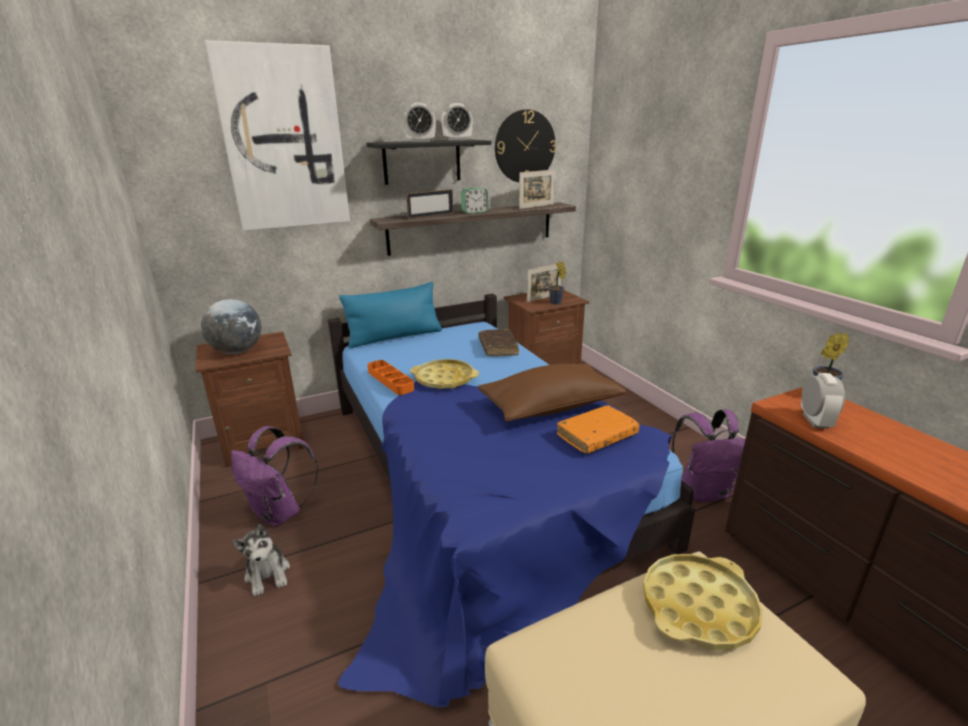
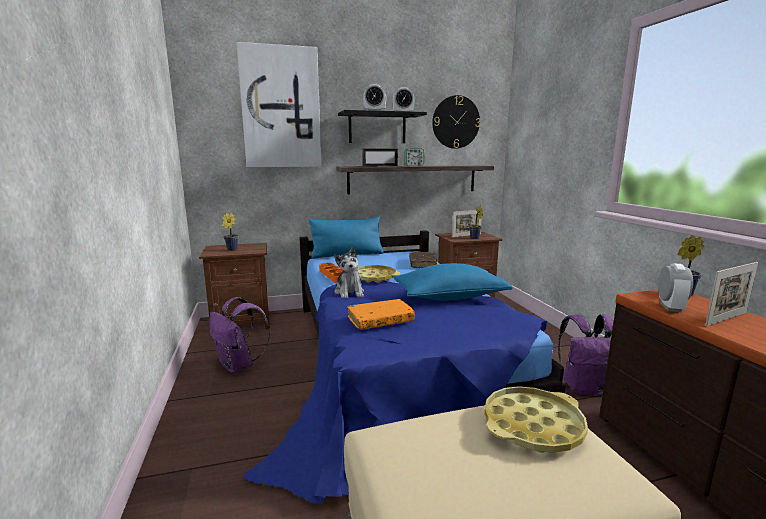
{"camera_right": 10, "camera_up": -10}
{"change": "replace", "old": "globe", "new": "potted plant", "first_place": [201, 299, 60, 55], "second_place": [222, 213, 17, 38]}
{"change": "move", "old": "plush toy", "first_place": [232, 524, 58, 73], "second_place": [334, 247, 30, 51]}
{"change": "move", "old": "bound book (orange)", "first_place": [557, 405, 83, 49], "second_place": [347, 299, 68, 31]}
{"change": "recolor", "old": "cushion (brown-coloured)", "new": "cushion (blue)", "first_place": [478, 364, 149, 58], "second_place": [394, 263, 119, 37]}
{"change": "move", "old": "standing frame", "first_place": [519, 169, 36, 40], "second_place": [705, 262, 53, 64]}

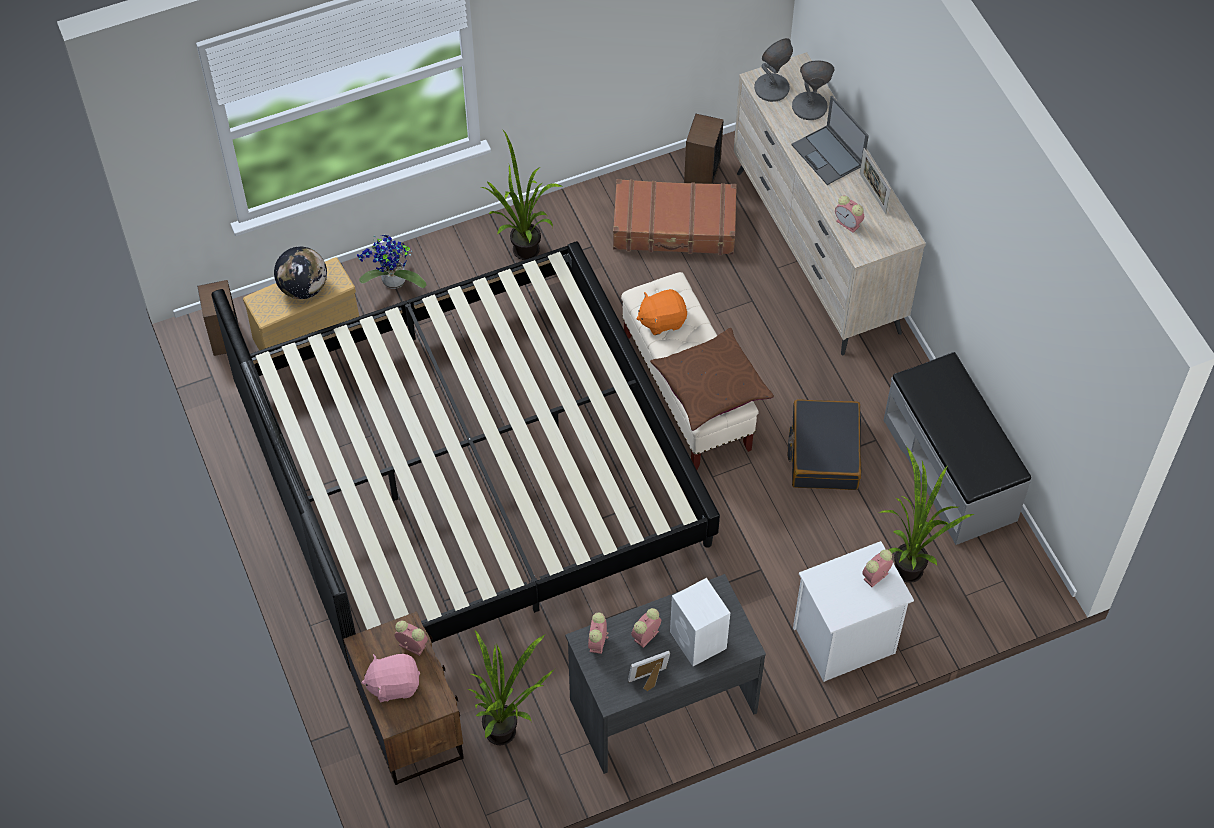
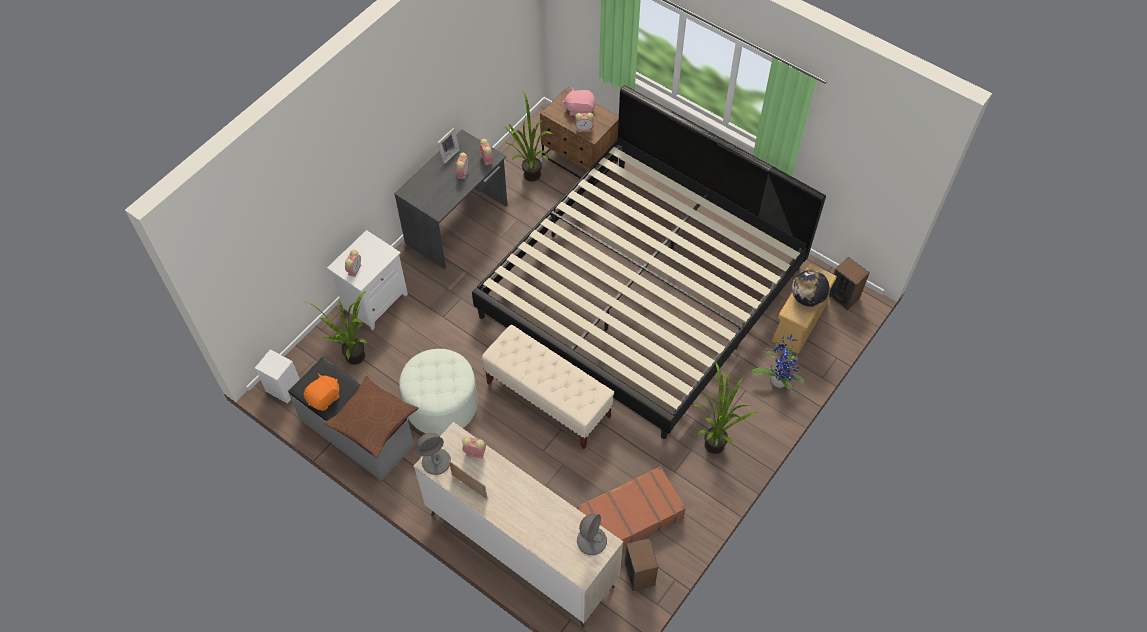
{"camera_right": 150, "camera_up": 0}
{"change": "move", "old": "speaker (white-coloured)", "first_place": [670, 578, 60, 88], "second_place": [255, 349, 45, 55]}
{"change": "move", "old": "plush toy (orange)", "first_place": [636, 289, 51, 46], "second_place": [304, 373, 35, 38]}
{"change": "move", "old": "cushion (brown-coloured)", "first_place": [650, 328, 124, 103], "second_place": [324, 376, 95, 82]}
{"change": "replace", "old": "travel case (blackish)", "new": "ottoman (white-coloured)", "first_place": [788, 399, 74, 91], "second_place": [399, 349, 79, 87]}
{"change": "move", "old": "lamp for a table (grey)", "first_place": [792, 60, 42, 60], "second_place": [417, 433, 34, 42]}
{"change": "rotate", "old": "plush toy (pink)", "first_place": [362, 654, 58, 48], "second_place": [563, 87, 33, 29], "degrees": -135}
{"change": "delete", "old": "laptop", "first_place": [791, 96, 78, 89]}

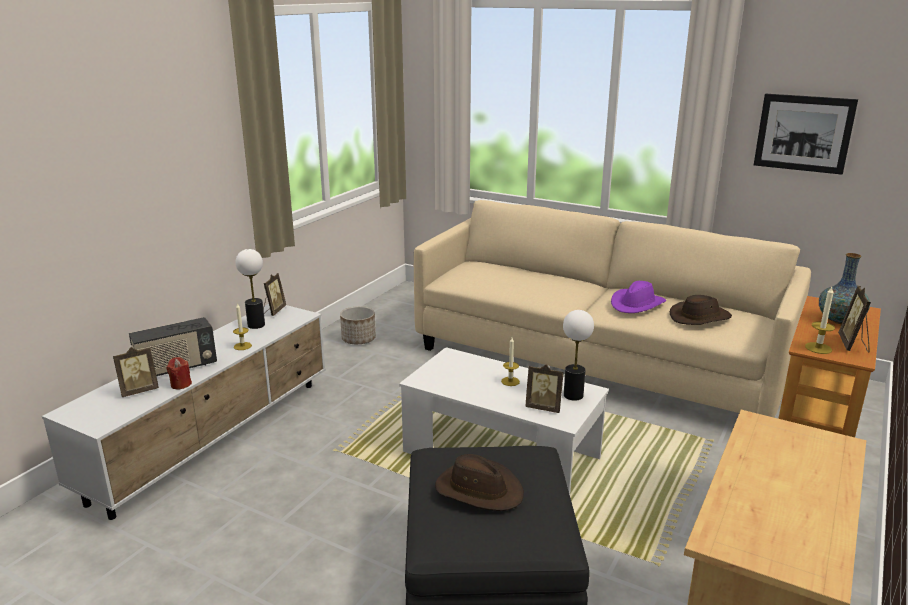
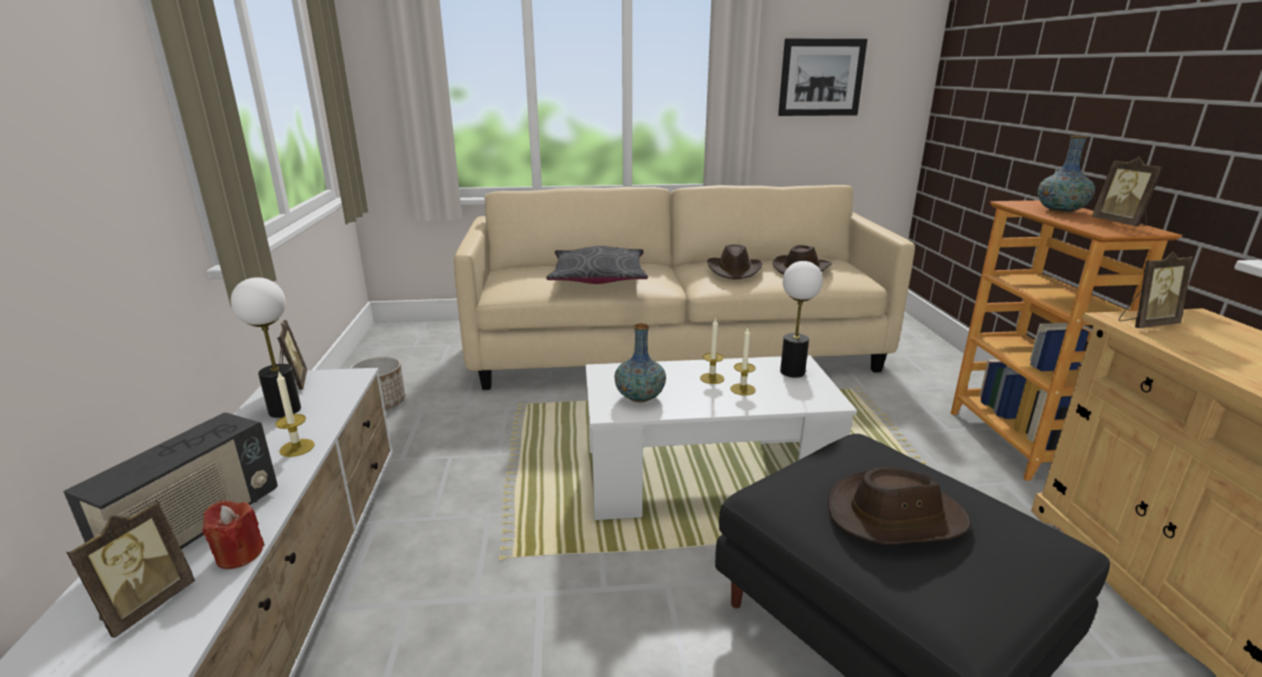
{"camera_right": -35, "camera_up": 0}
{"change": "insert", "new": "cushion (grey)", "second_place": [546, 246, 102, 38]}
{"change": "insert", "new": "decorative vase", "second_place": [614, 323, 52, 79]}
{"change": "recolor", "old": "wearable hat (purplish)", "new": "wearable hat (brown-coloured)", "first_place": [611, 281, 55, 32], "second_place": [707, 244, 56, 35]}
{"change": "move", "old": "wax candle", "first_place": [805, 287, 30, 67], "second_place": [730, 328, 26, 68]}
{"change": "move", "old": "standing frame", "first_place": [525, 365, 39, 48], "second_place": [1119, 251, 74, 77]}

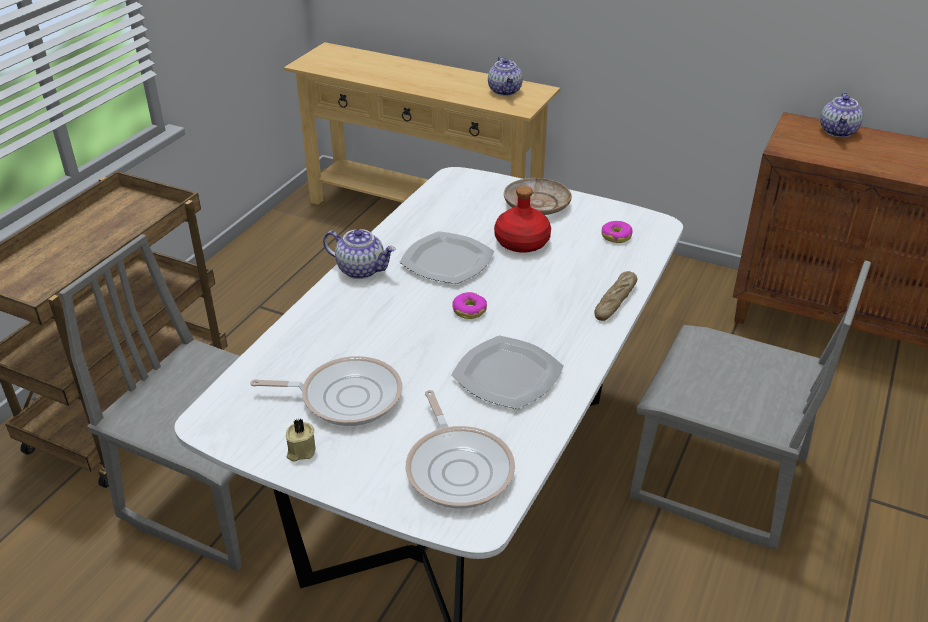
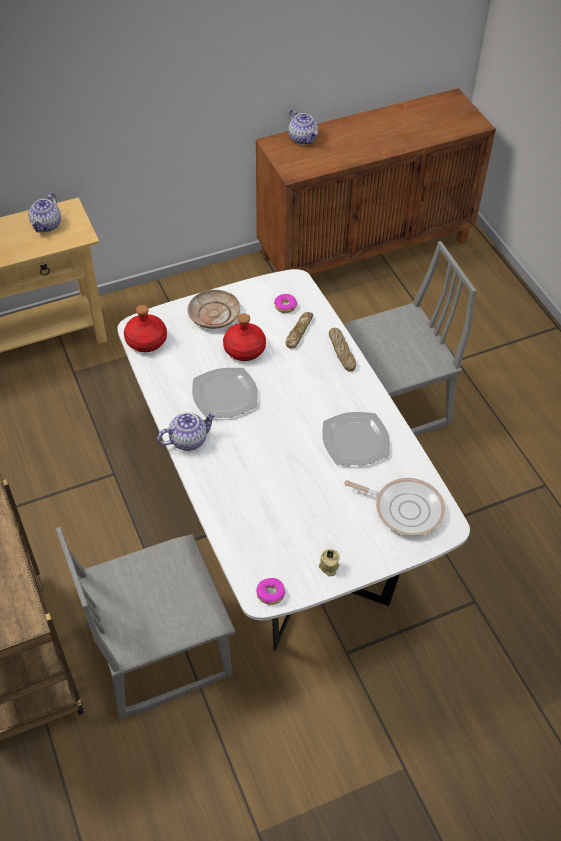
{"camera_right": -50, "camera_up": 15}
{"change": "rotate", "old": "teapot", "first_place": [488, 56, 35, 40], "second_place": [29, 192, 32, 41], "degrees": 75}
{"change": "insert", "new": "bottle (red-coloured)", "second_place": [124, 305, 43, 47]}
{"change": "move", "old": "ring doughnut", "first_place": [452, 292, 35, 27], "second_place": [256, 578, 29, 27]}
{"change": "insert", "new": "bakery bread", "second_place": [285, 312, 28, 37]}
{"change": "delete", "old": "frying pan", "first_place": [250, 356, 152, 70]}

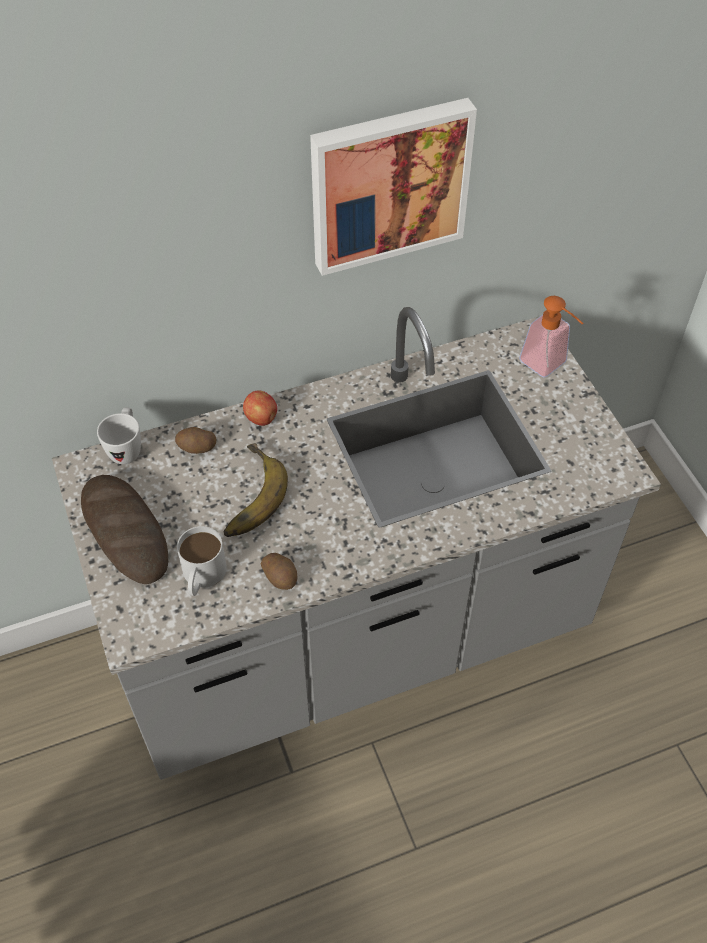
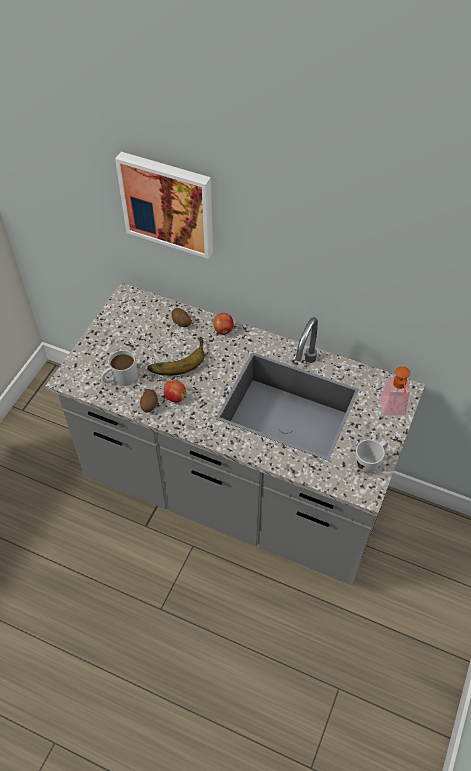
{"camera_right": 45, "camera_up": 0}
{"change": "move", "old": "wall picture", "first_place": [310, 98, 167, 178], "second_place": [115, 152, 98, 107]}
{"change": "insert", "new": "apple", "second_place": [164, 380, 22, 22]}
{"change": "move", "old": "tea mug (white-coloured)", "first_place": [97, 407, 44, 57], "second_place": [355, 439, 33, 34]}
{"change": "delete", "old": "bakery bread", "first_place": [81, 475, 87, 109]}

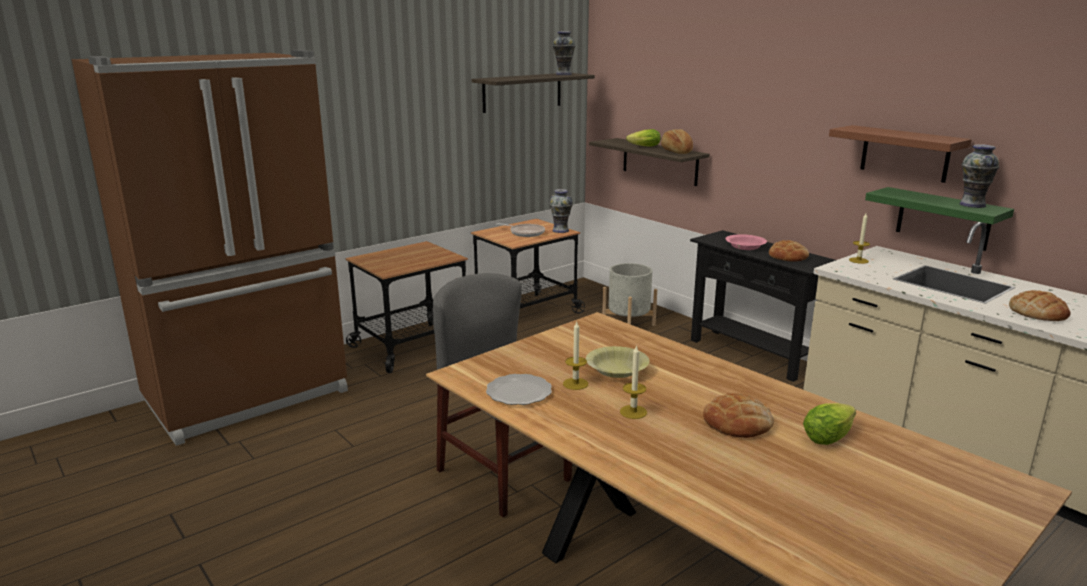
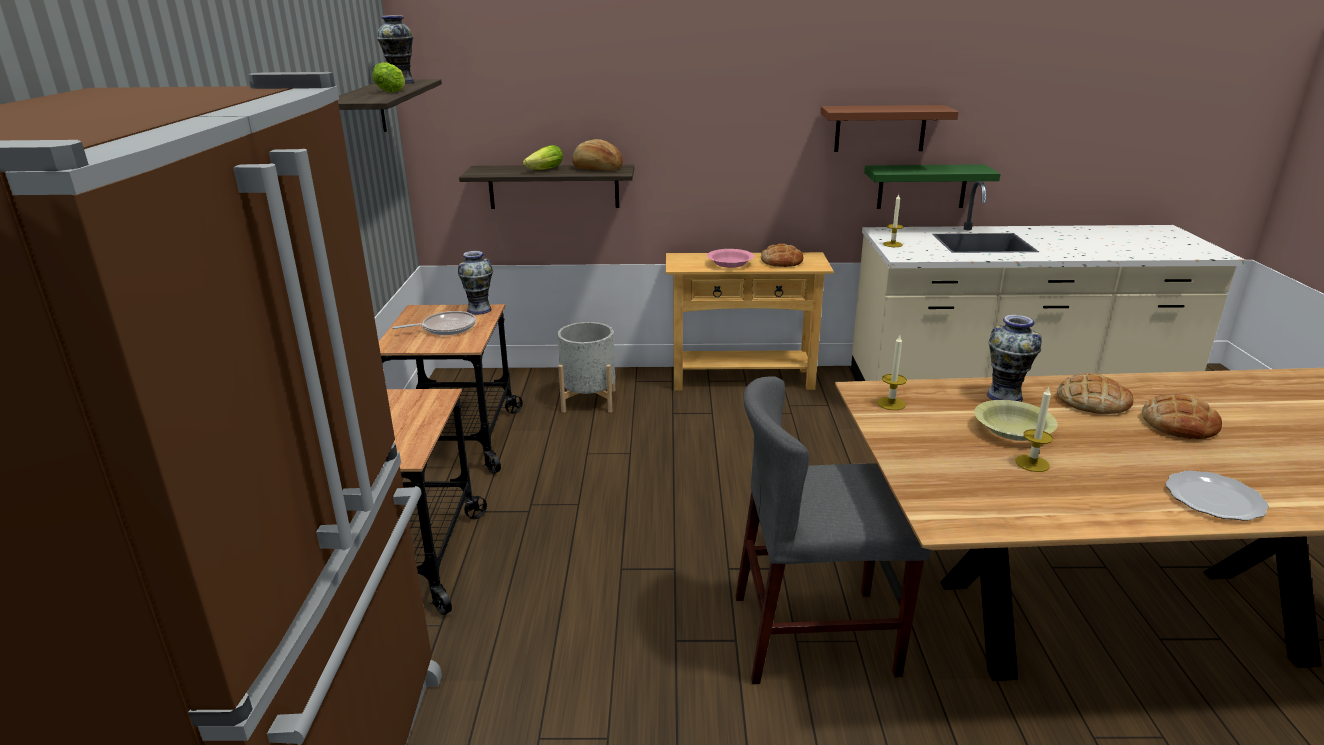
{"camera_right": -50, "camera_up": 5}
{"change": "move", "old": "lettuce", "first_place": [803, 403, 53, 42], "second_place": [372, 62, 33, 31]}
{"change": "recolor", "old": "narrow table (blackish)", "new": "narrow table (sand-coloured)", "first_place": [690, 230, 146, 152], "second_place": [666, 252, 168, 139]}
{"change": "move", "old": "wax candle", "first_place": [620, 345, 27, 74], "second_place": [877, 335, 30, 75]}
{"change": "move", "old": "decorative vase", "first_place": [959, 144, 40, 64], "second_place": [987, 315, 55, 87]}
{"change": "move", "old": "bakery bread", "first_place": [1009, 290, 62, 31], "second_place": [1057, 373, 76, 41]}
{"change": "move", "old": "dinner plate", "first_place": [486, 374, 66, 31], "second_place": [1166, 471, 103, 50]}

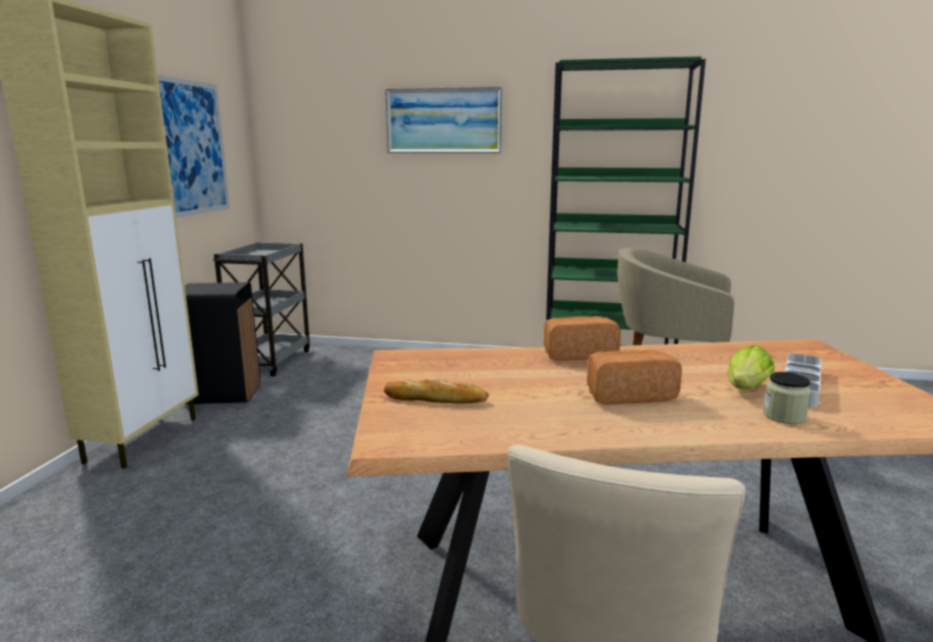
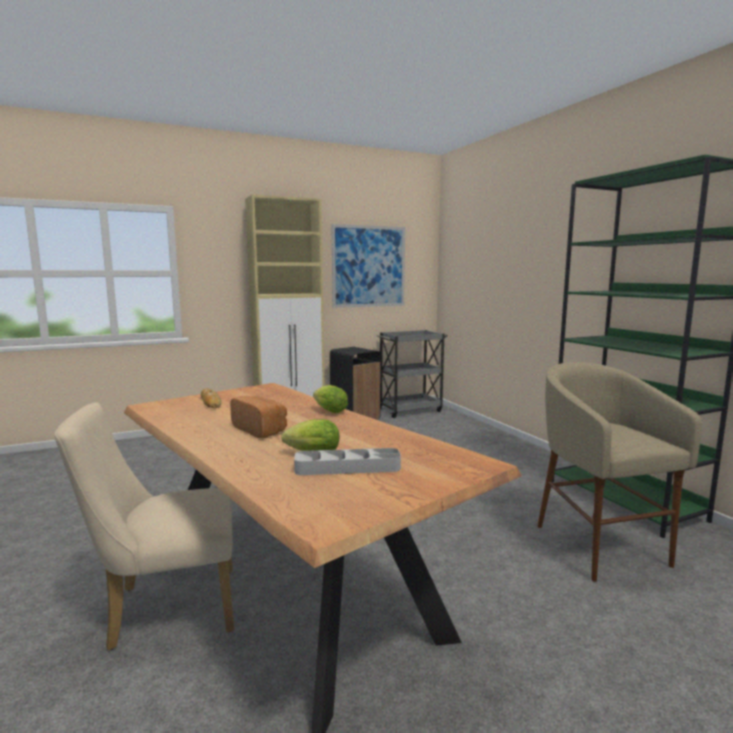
{"camera_right": 55, "camera_up": -5}
{"change": "replace", "old": "bakery bread", "new": "lettuce", "first_place": [544, 316, 77, 45], "second_place": [313, 385, 35, 28]}
{"change": "delete", "old": "wall picture", "first_place": [385, 87, 117, 66]}
{"change": "delete", "old": "jar", "first_place": [763, 372, 48, 52]}

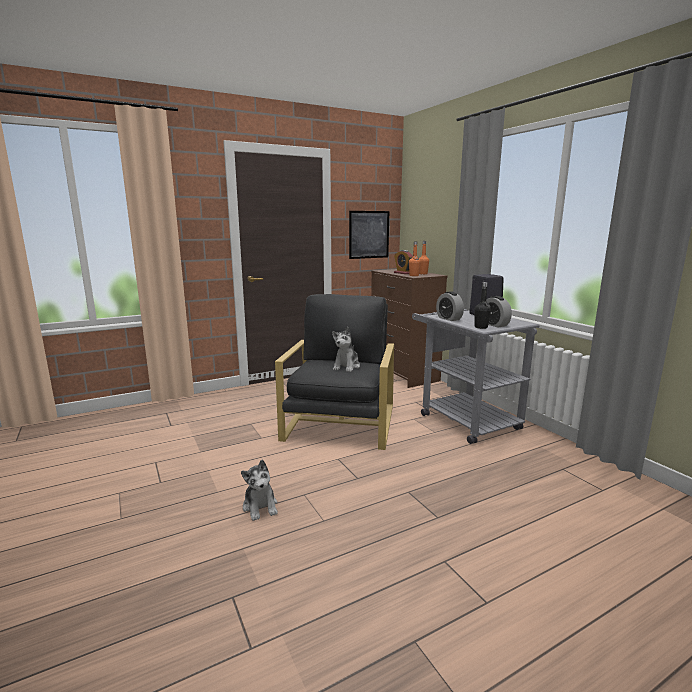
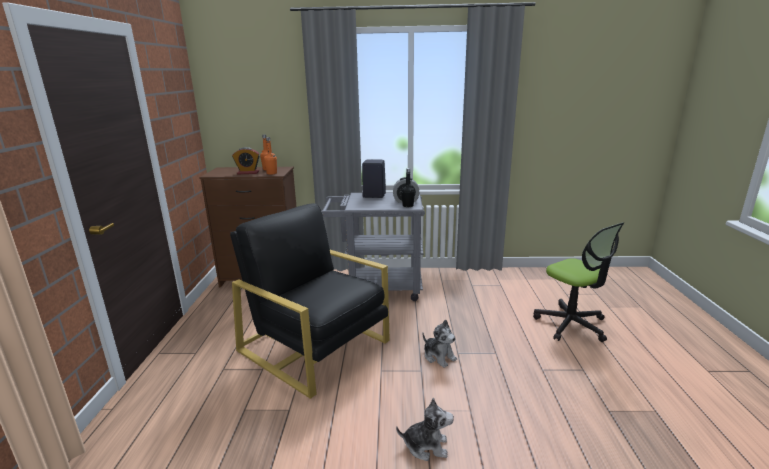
{"camera_right": -60, "camera_up": 5}
{"change": "move", "old": "plush toy", "first_place": [332, 327, 28, 45], "second_place": [423, 319, 34, 49]}
{"change": "insert", "new": "computer chair", "second_place": [533, 222, 91, 120]}
{"change": "delete", "old": "wall picture", "first_place": [349, 211, 40, 48]}
{"change": "delete", "old": "alarm clock", "first_place": [436, 291, 28, 30]}

